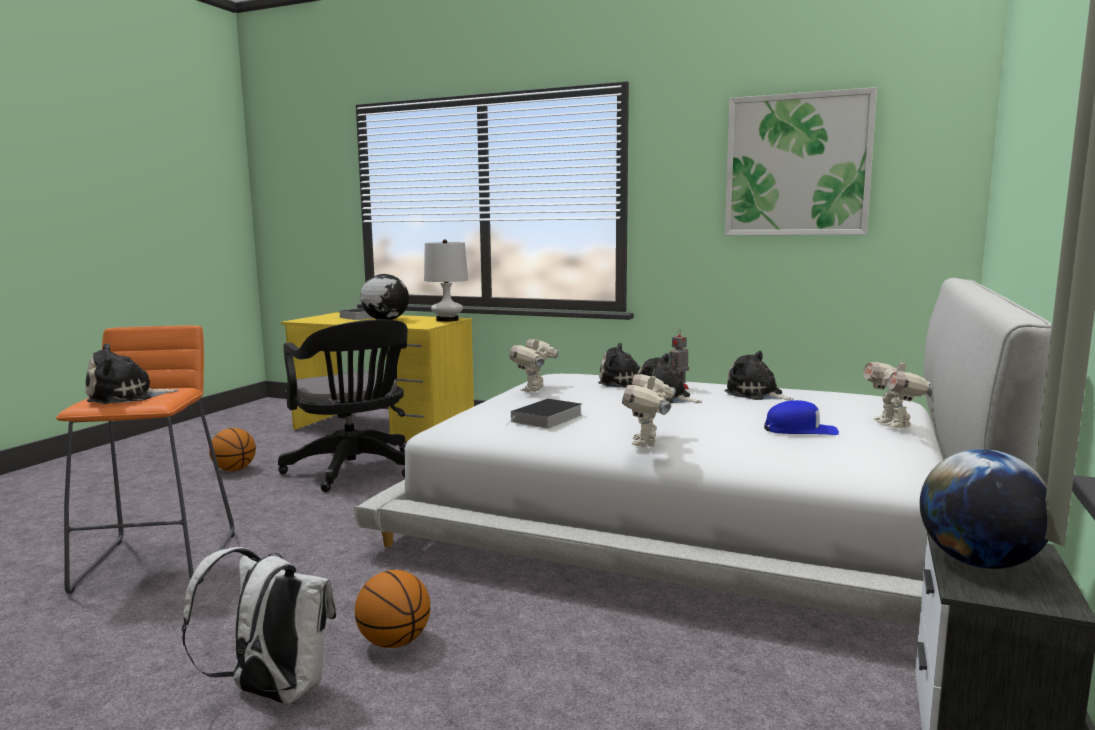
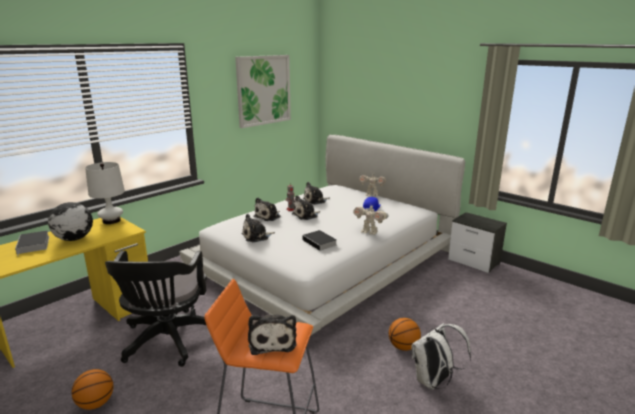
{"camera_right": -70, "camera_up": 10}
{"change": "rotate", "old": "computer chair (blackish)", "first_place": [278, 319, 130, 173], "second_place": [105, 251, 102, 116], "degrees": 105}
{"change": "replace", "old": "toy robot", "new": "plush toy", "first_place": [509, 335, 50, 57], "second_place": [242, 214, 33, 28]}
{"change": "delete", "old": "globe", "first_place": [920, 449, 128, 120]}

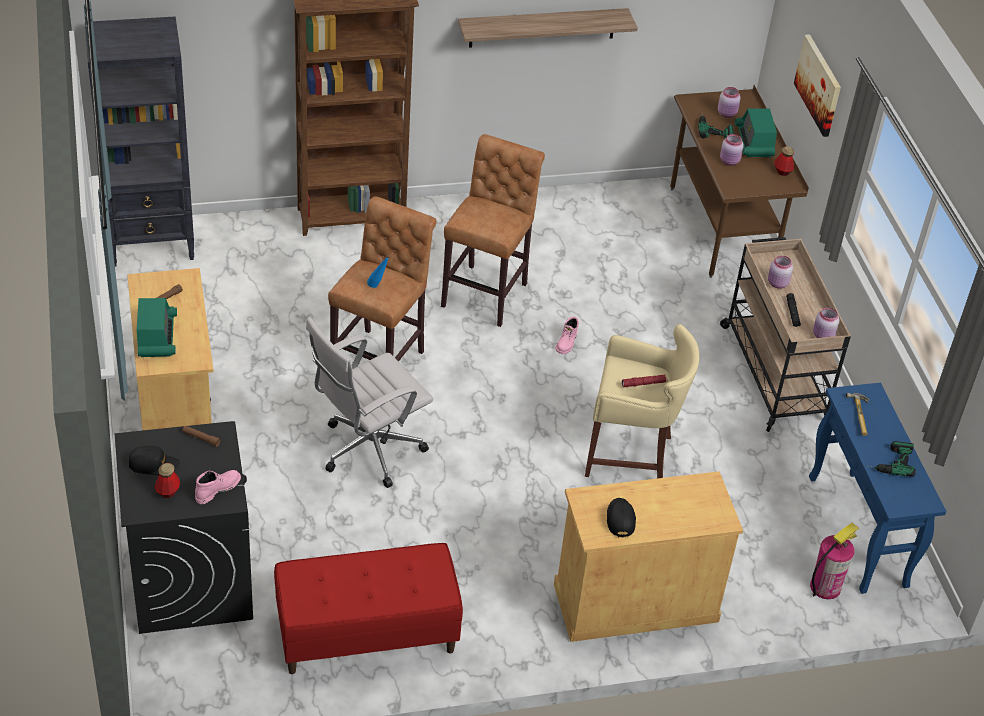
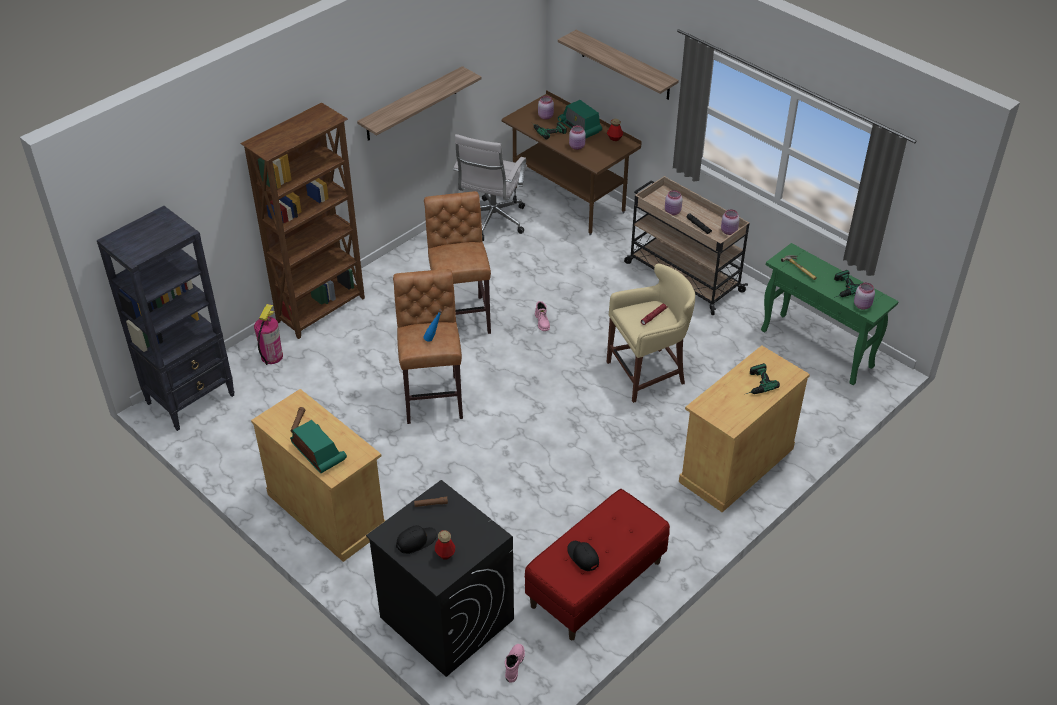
{"camera_right": -30, "camera_up": 0}
{"change": "move", "old": "extinguisher", "first_place": [810, 522, 49, 77], "second_place": [254, 304, 29, 61]}
{"change": "move", "old": "computer chair (white-coloured)", "first_place": [306, 317, 127, 171], "second_place": [453, 134, 74, 107]}
{"change": "move", "old": "tall boot (pink)", "first_place": [195, 470, 46, 34], "second_place": [505, 644, 20, 39]}
{"change": "replace", "old": "wall picture", "new": "shelf", "first_place": [794, 34, 47, 103], "second_place": [558, 30, 121, 70]}
{"change": "move", "old": "cap (blackish)", "first_place": [607, 498, 29, 39], "second_place": [567, 541, 32, 30]}
{"change": "insert", "new": "drill", "second_place": [746, 363, 34, 31]}
{"change": "recolor", "old": "narrow table (blue)", "new": "narrow table (greenish)", "first_place": [809, 383, 138, 211], "second_place": [761, 243, 138, 142]}
{"change": "insert", "new": "jar (pink)", "second_place": [854, 282, 21, 28]}

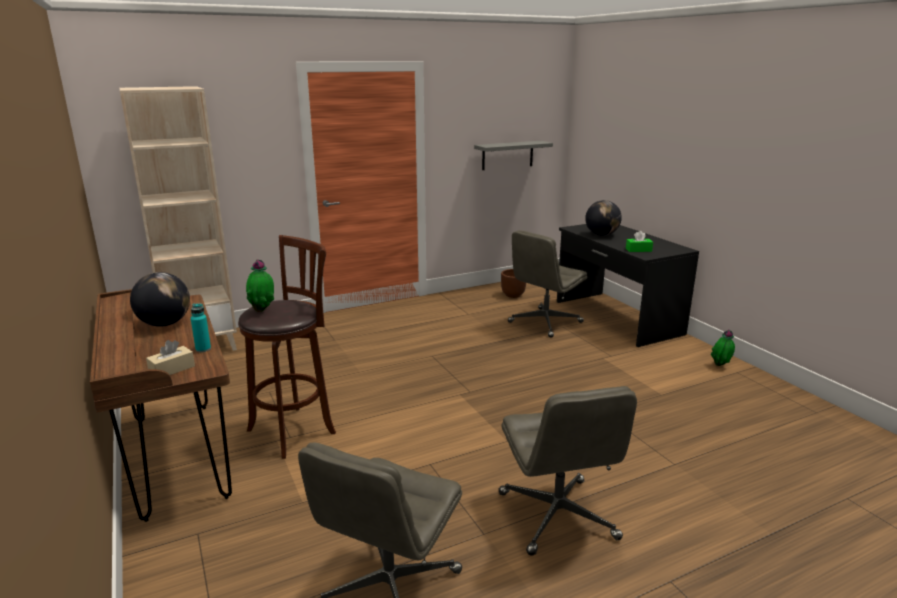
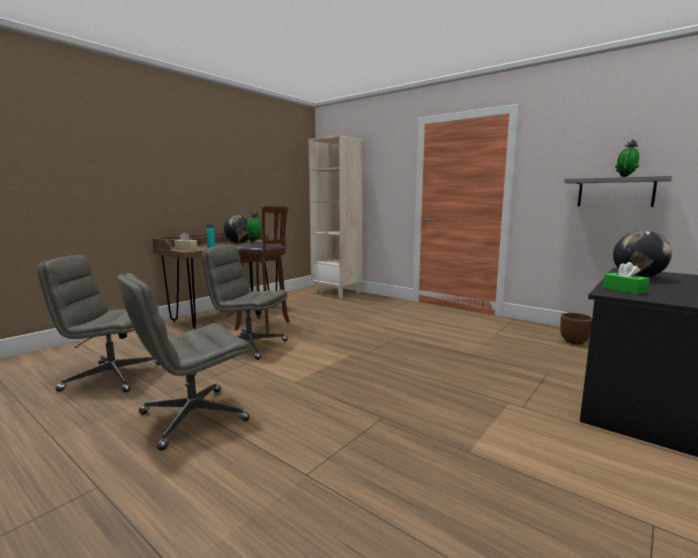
{"camera_right": 65, "camera_up": -10}
{"change": "move", "old": "computer chair (grey)", "first_place": [507, 230, 81, 108], "second_place": [202, 245, 86, 115]}
{"change": "move", "old": "potted plant", "first_place": [711, 329, 24, 37], "second_place": [615, 139, 24, 38]}

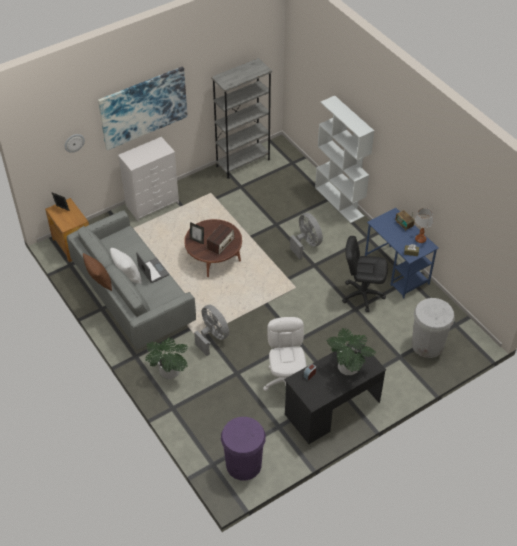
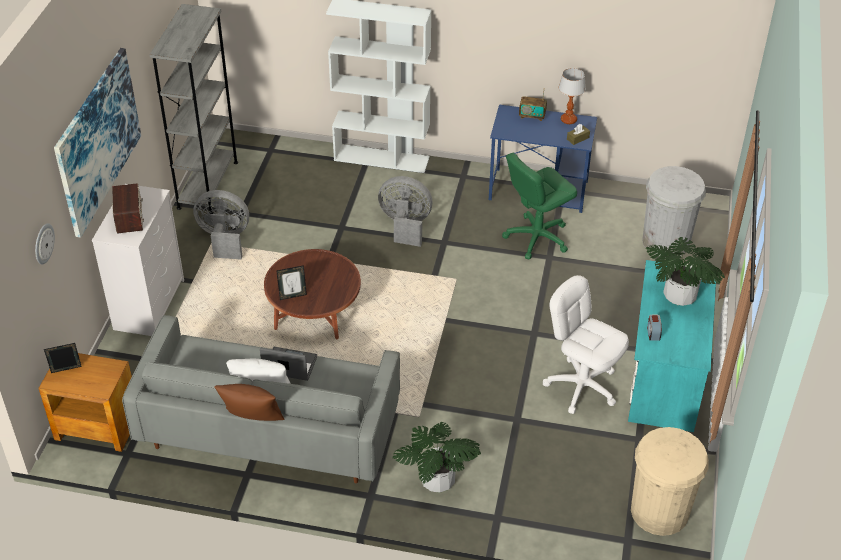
{"camera_right": -45, "camera_up": -5}
{"change": "move", "old": "radio set", "first_place": [207, 224, 28, 31], "second_place": [112, 183, 32, 51]}
{"change": "move", "old": "electric fan (grey)", "first_place": [194, 305, 35, 51], "second_place": [193, 190, 56, 70]}
{"change": "recolor", "old": "computer chair (blackish)", "new": "computer chair (greenish)", "first_place": [342, 236, 46, 76], "second_place": [502, 153, 75, 106]}
{"change": "recolor", "old": "desk unit (blackish)", "new": "desk unit (turquoise-coloured)", "first_place": [284, 341, 102, 103], "second_place": [628, 260, 88, 172]}
{"change": "recolor", "old": "waste bin (purplish)", "new": "waste bin (sand-coloured)", "first_place": [221, 417, 45, 64], "second_place": [631, 427, 78, 109]}

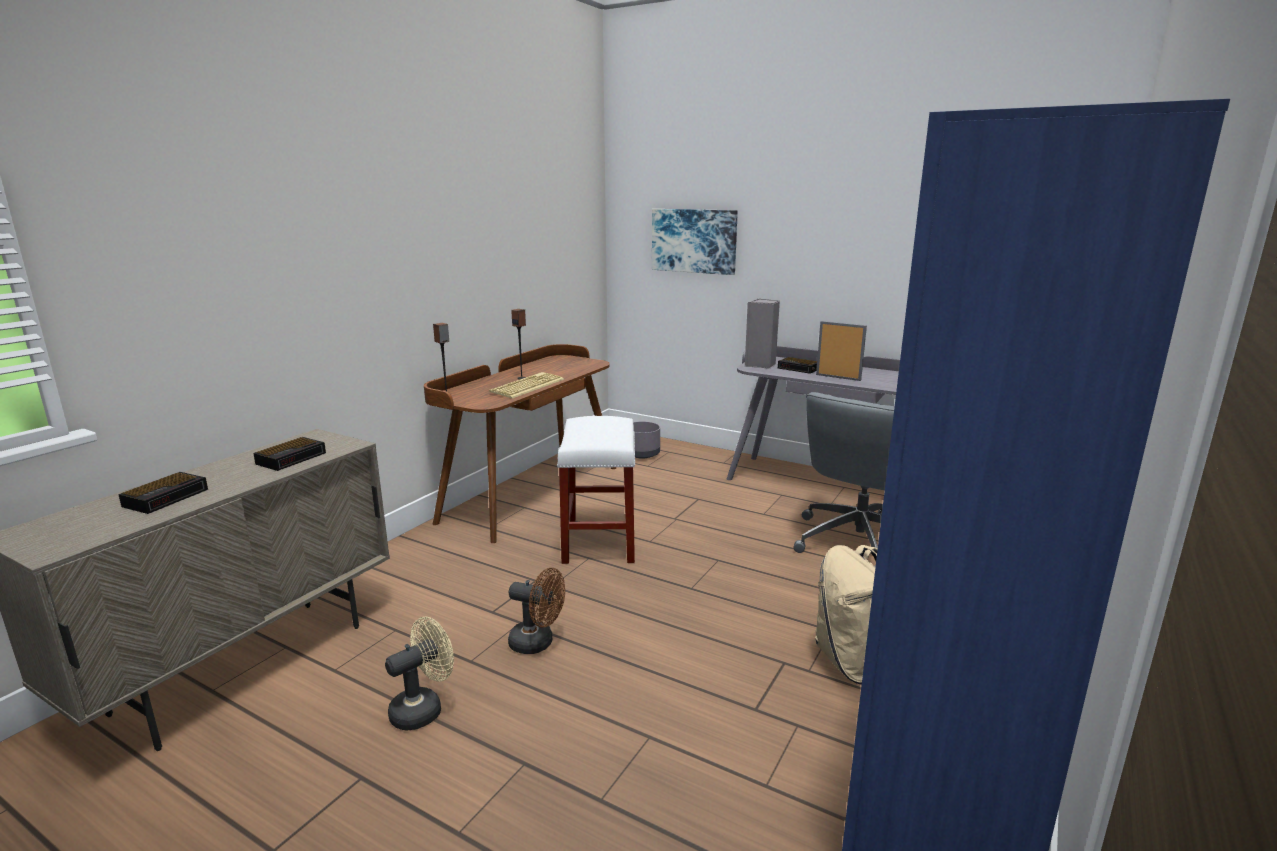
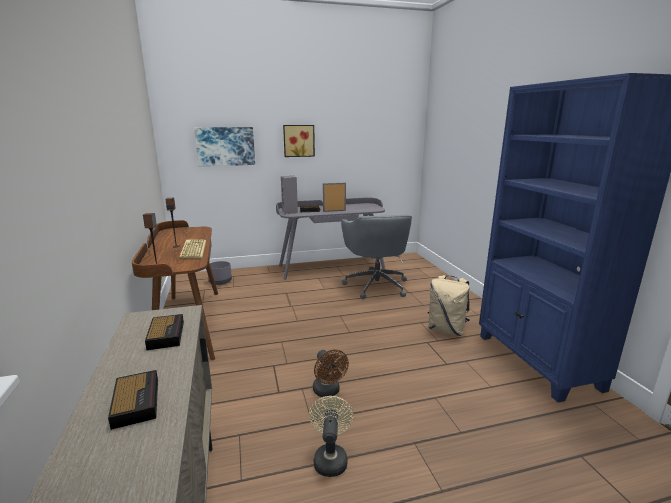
{"camera_right": -45, "camera_up": 0}
{"change": "insert", "new": "wall picture", "second_place": [283, 125, 32, 32]}
{"change": "rotate", "old": "electric fan (brown-coloured)", "first_place": [508, 568, 57, 86], "second_place": [313, 349, 36, 48], "degrees": 90}
{"change": "delete", "old": "sitting stool (white-coloured)", "first_place": [557, 416, 78, 148]}

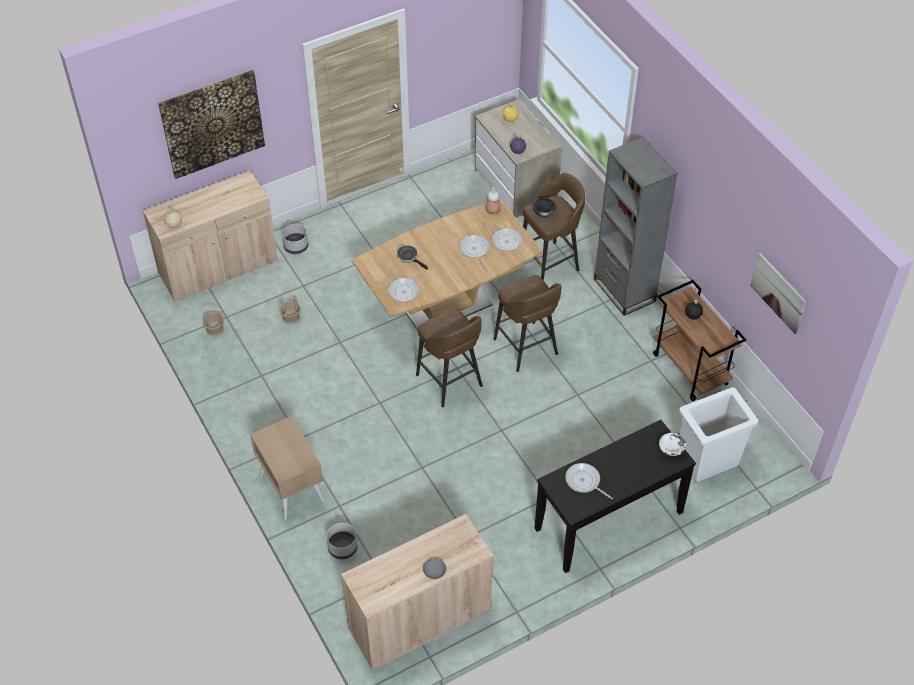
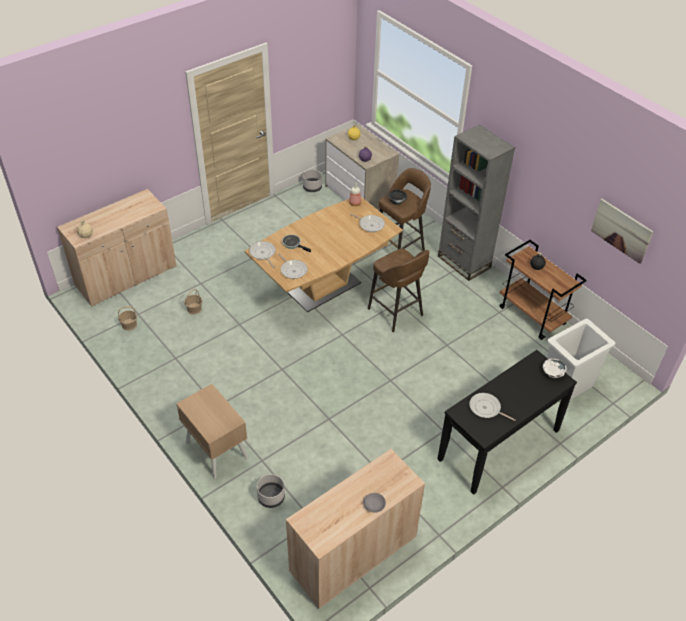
{"camera_right": -10, "camera_up": -5}
{"change": "move", "old": "frying pan", "first_place": [459, 235, 31, 35], "second_place": [249, 241, 27, 27]}
{"change": "move", "old": "planter (grey)", "first_place": [282, 224, 26, 30], "second_place": [303, 170, 19, 22]}
{"change": "delete", "old": "wall picture", "first_place": [158, 69, 107, 110]}
{"change": "delete", "old": "sitting stool (brown-coloured)", "first_place": [416, 308, 67, 99]}

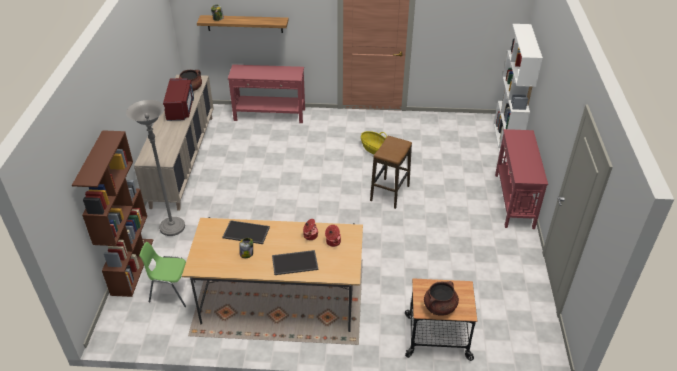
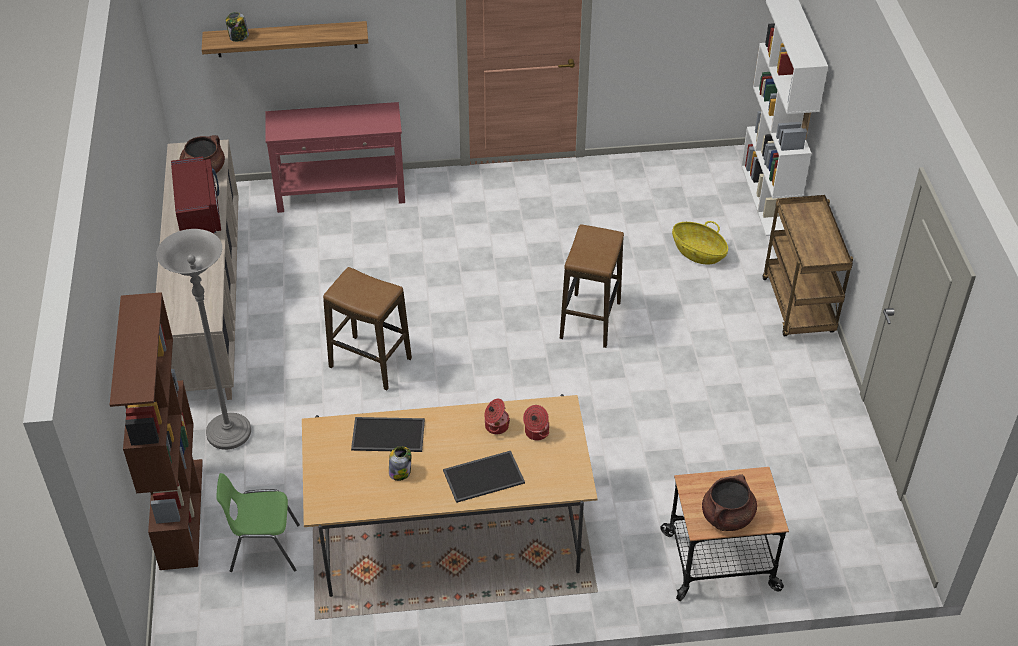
{"camera_right": -10, "camera_up": 5}
{"change": "insert", "new": "sitting stool", "second_place": [323, 267, 89, 123]}
{"change": "move", "old": "basket", "first_place": [361, 131, 26, 23], "second_place": [672, 221, 56, 43]}
{"change": "replace", "old": "narrow table (red-coloured)", "new": "cart (brown-coloured)", "first_place": [495, 129, 53, 100], "second_place": [763, 195, 90, 141]}

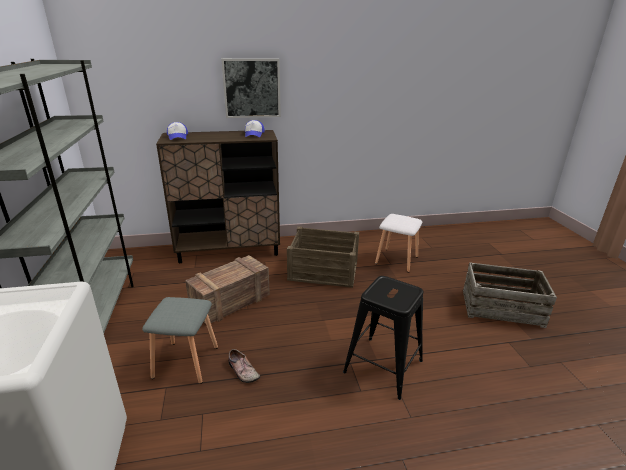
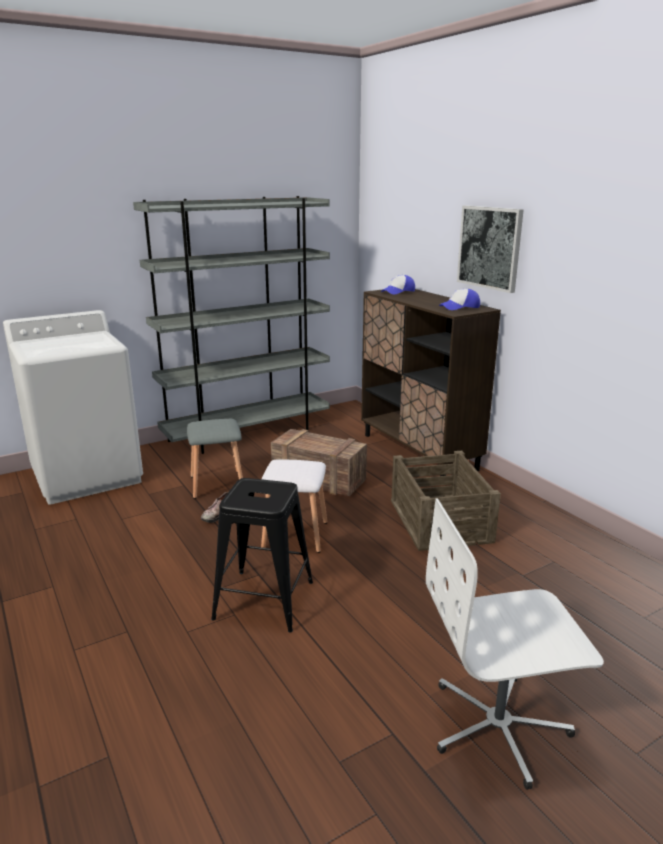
{"camera_right": 70, "camera_up": -5}
{"change": "move", "old": "sitting stool (white-coloured)", "first_place": [375, 214, 47, 58], "second_place": [261, 459, 66, 94]}
{"change": "replace", "old": "shipping crate", "new": "computer chair (white-coloured)", "first_place": [463, 262, 94, 66], "second_place": [426, 499, 178, 291]}

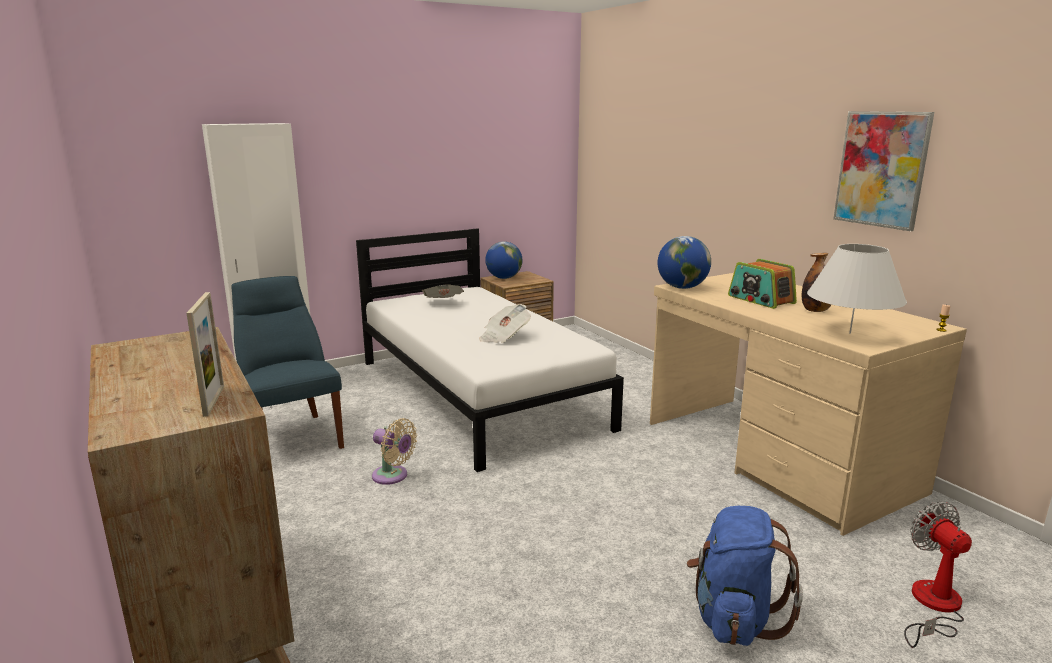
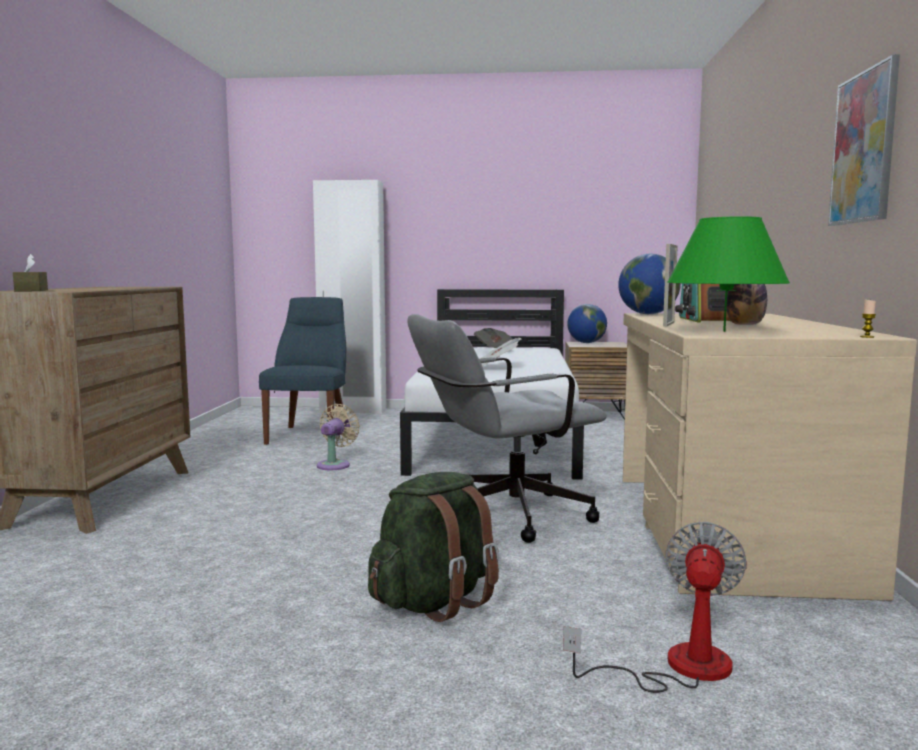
{"camera_right": 35, "camera_up": -10}
{"change": "insert", "new": "box of tissues (brown-coloured)", "second_place": [13, 254, 35, 38]}
{"change": "rotate", "old": "electric fan (sand-coloured)", "first_place": [372, 418, 45, 67], "second_place": [317, 404, 43, 66], "degrees": -135}
{"change": "recolor", "old": "knapsack (blue)", "new": "knapsack (greenish)", "first_place": [687, 506, 116, 140], "second_place": [368, 472, 131, 150]}
{"change": "insert", "new": "computer chair (grey)", "second_place": [407, 314, 200, 229]}
{"change": "move", "old": "standing frame", "first_place": [186, 292, 38, 125], "second_place": [663, 244, 15, 83]}
{"change": "recolor", "old": "lamp for a table (white-coloured)", "new": "lamp for a table (greenish)", "first_place": [807, 244, 100, 90], "second_place": [667, 216, 123, 116]}

